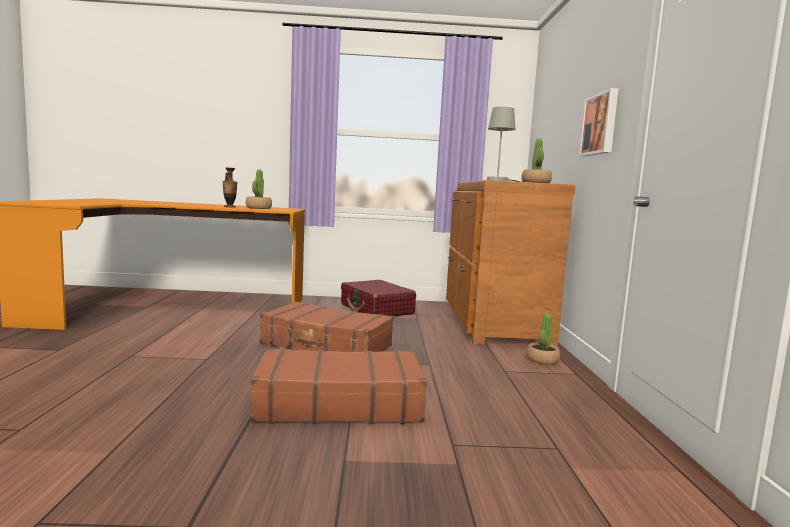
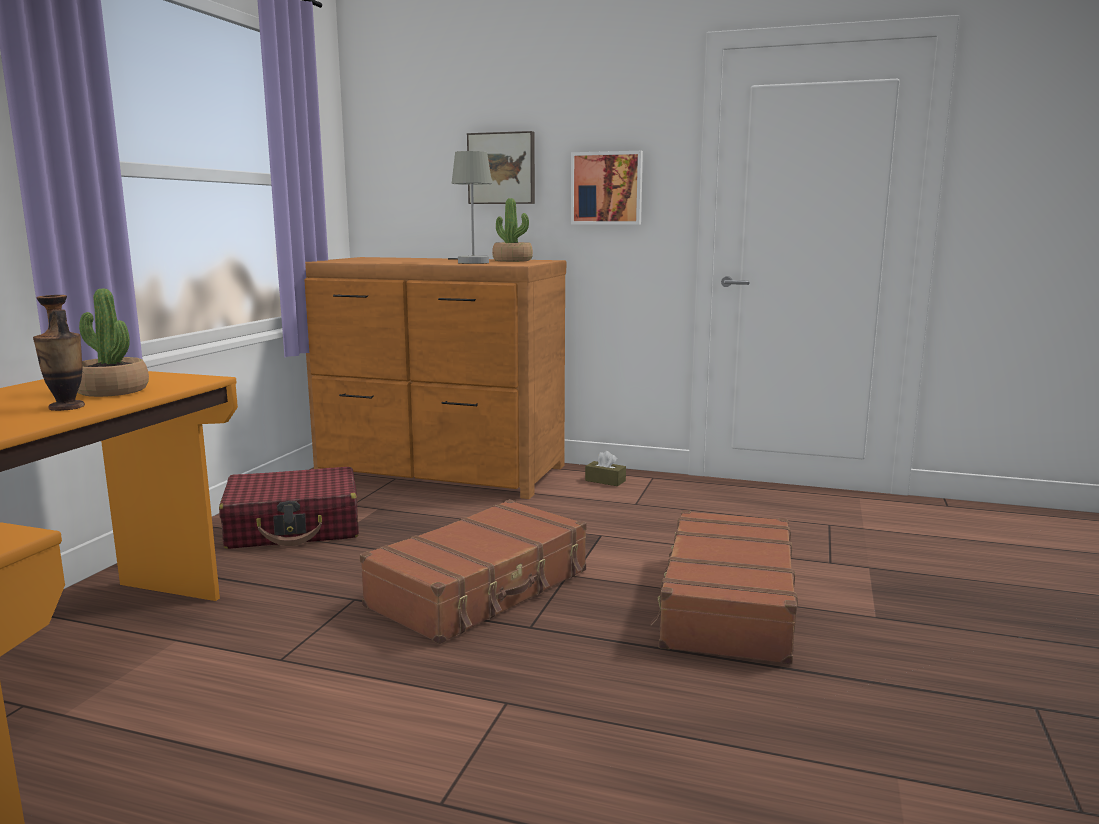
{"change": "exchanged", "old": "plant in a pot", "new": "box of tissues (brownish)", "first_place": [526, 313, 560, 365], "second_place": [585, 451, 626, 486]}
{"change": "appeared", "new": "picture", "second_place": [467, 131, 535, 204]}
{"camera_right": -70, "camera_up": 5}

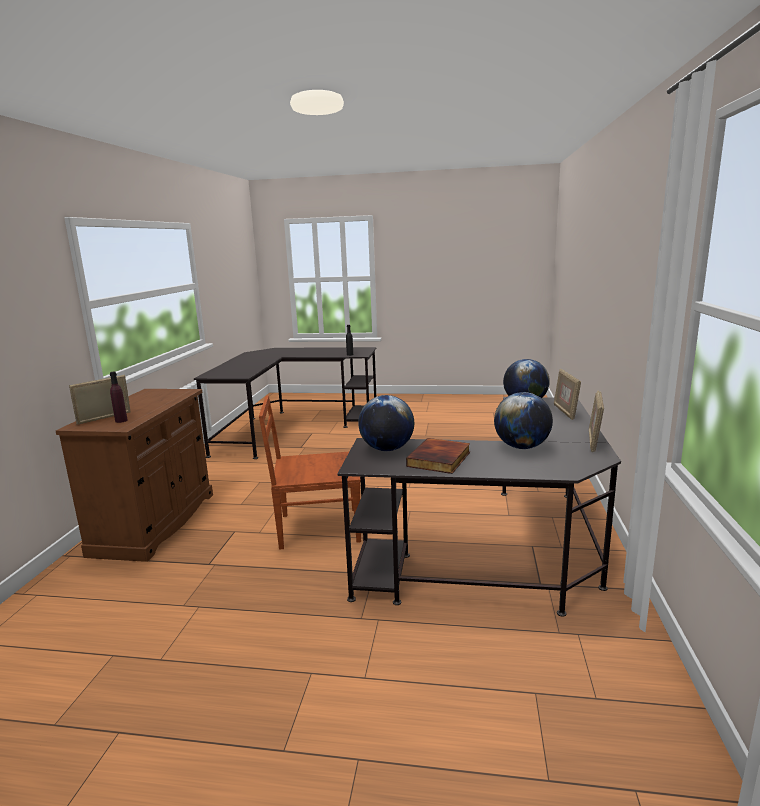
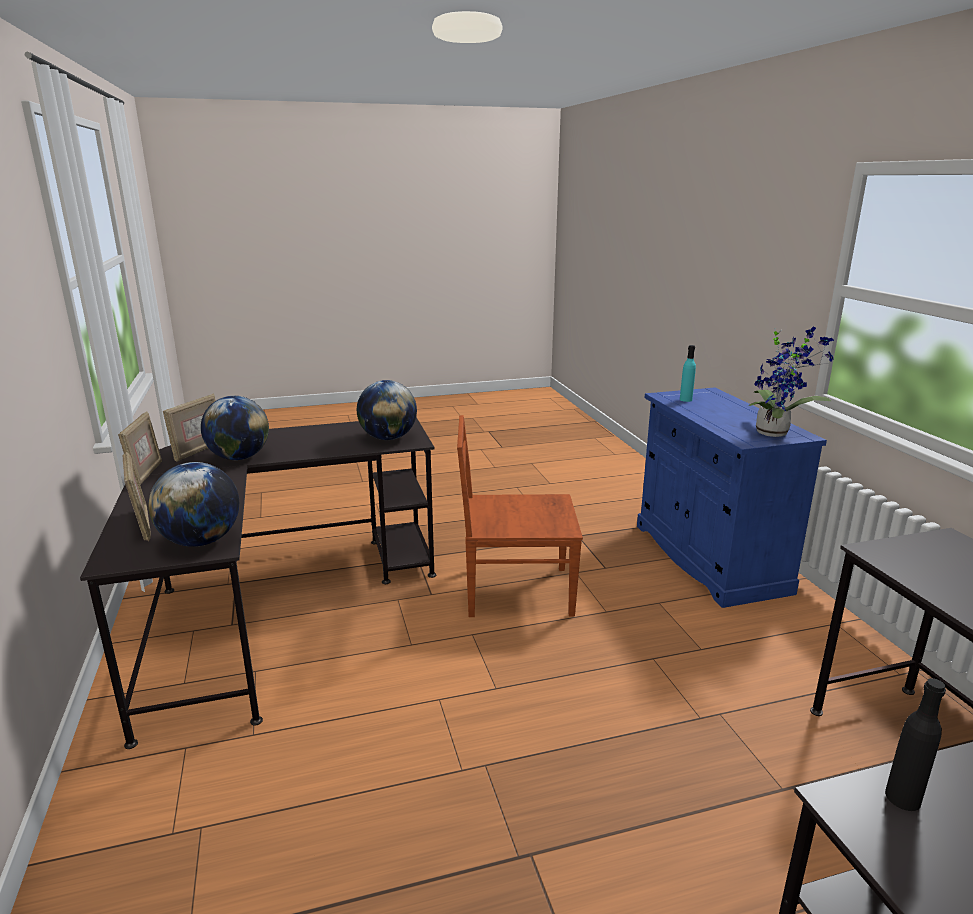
{"change": "colour", "old": "cupboard (brownish)", "new": "cupboard (blue-coloured)", "first_place": [56, 389, 213, 562], "second_place": [637, 387, 827, 608]}
{"change": "relocated", "old": "picture frame", "first_place": [69, 375, 131, 424], "second_place": [163, 393, 216, 462]}
{"change": "colour", "old": "bottle (purple)", "new": "bottle (turquoise-coloured)", "first_place": [110, 372, 127, 423], "second_place": [680, 345, 696, 402]}
{"change": "spun", "old": "chair (brownish)", "first_place": [259, 396, 361, 550], "second_place": [457, 415, 583, 617], "degrees": -150}
{"change": "missing", "old": "bound book", "first_place": [406, 438, 470, 474]}
{"change": "appeared", "new": "plant in a pot", "second_place": [749, 327, 834, 437]}
{"camera_right": 155, "camera_up": 5}

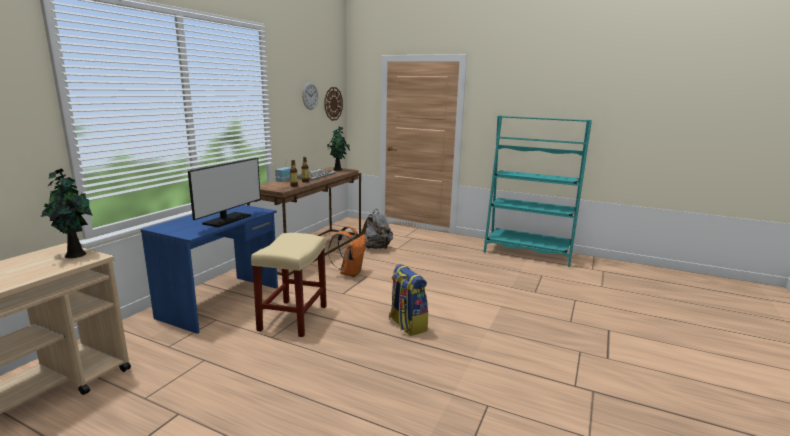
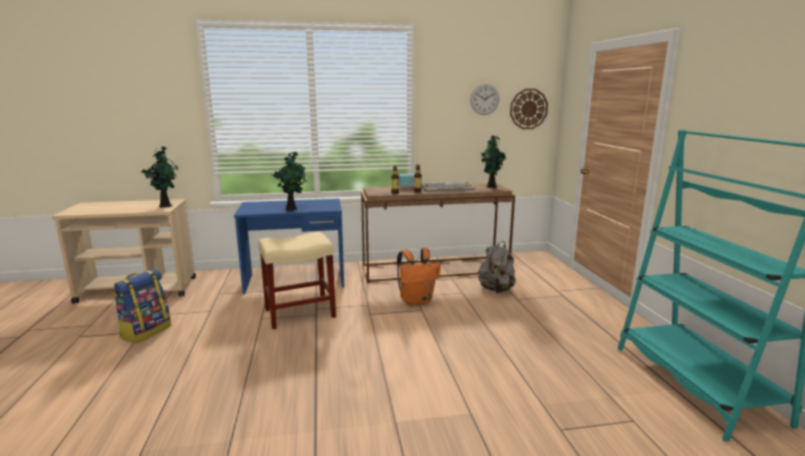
{"change": "exchanged", "old": "computer display", "new": "plant in a pot", "first_place": [188, 158, 261, 227], "second_place": [271, 152, 307, 211]}
{"change": "relocated", "old": "rucksack", "first_place": [389, 264, 428, 336], "second_place": [113, 269, 171, 343]}
{"camera_right": 55, "camera_up": 0}

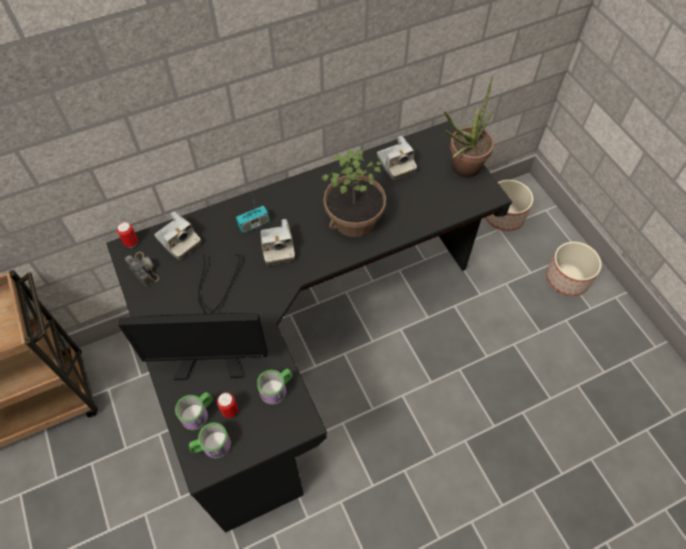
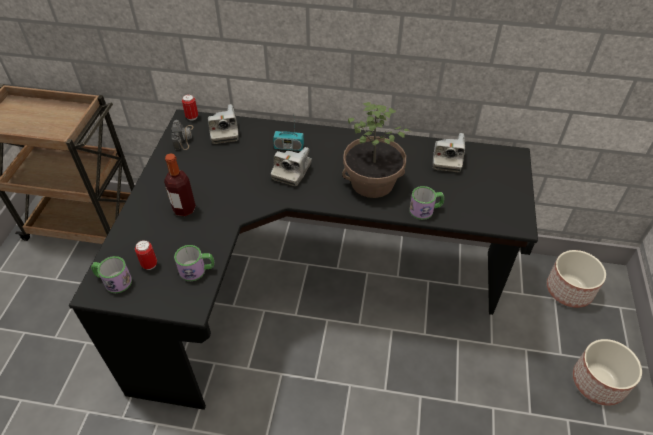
{"change": "exchanged", "old": "computer display", "new": "bottle", "first_place": [118, 254, 267, 380], "second_place": [164, 153, 196, 216]}
{"change": "relocated", "old": "mug", "first_place": [175, 392, 213, 430], "second_place": [409, 186, 444, 220]}
{"change": "missing", "old": "plant in a pot", "first_place": [444, 76, 494, 178]}
{"camera_right": 35, "camera_up": -10}

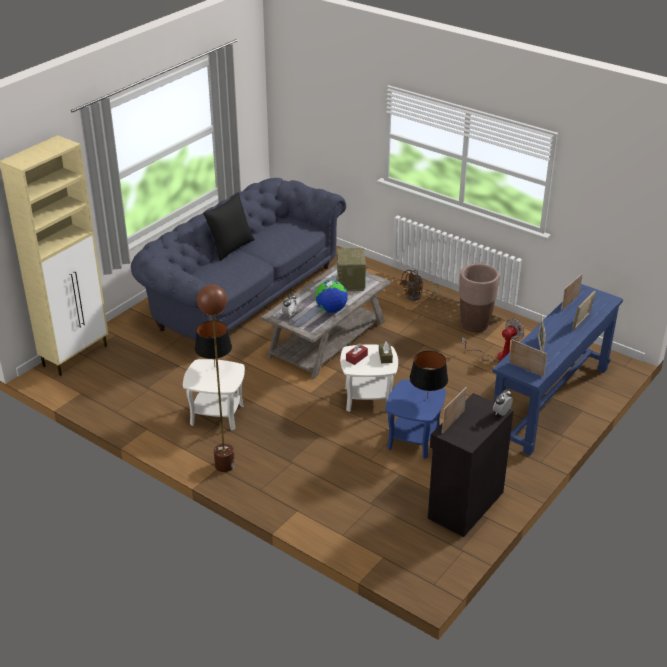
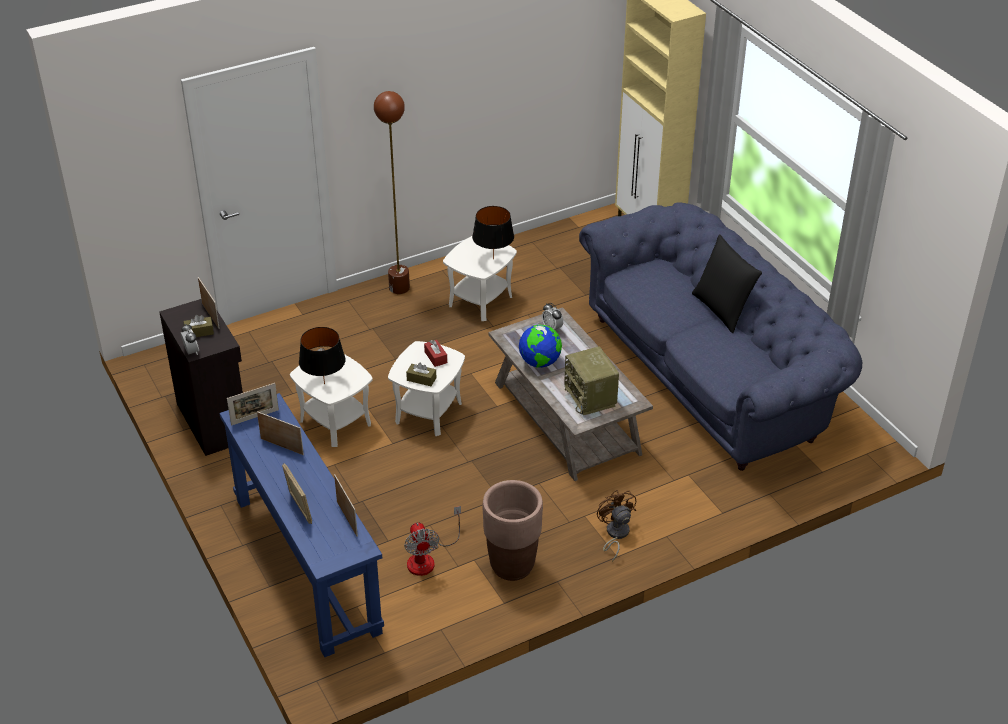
{"change": "spun", "old": "radio receiver", "first_place": [336, 248, 366, 291], "second_place": [564, 346, 619, 416], "degrees": -135}
{"change": "colour", "old": "accent table (blue-coloured)", "new": "accent table (whitish)", "first_place": [385, 379, 446, 459], "second_place": [290, 354, 373, 447]}
{"change": "appeared", "new": "box of tissues (brownish)", "second_place": [183, 315, 214, 337]}
{"camera_right": 115, "camera_up": 5}

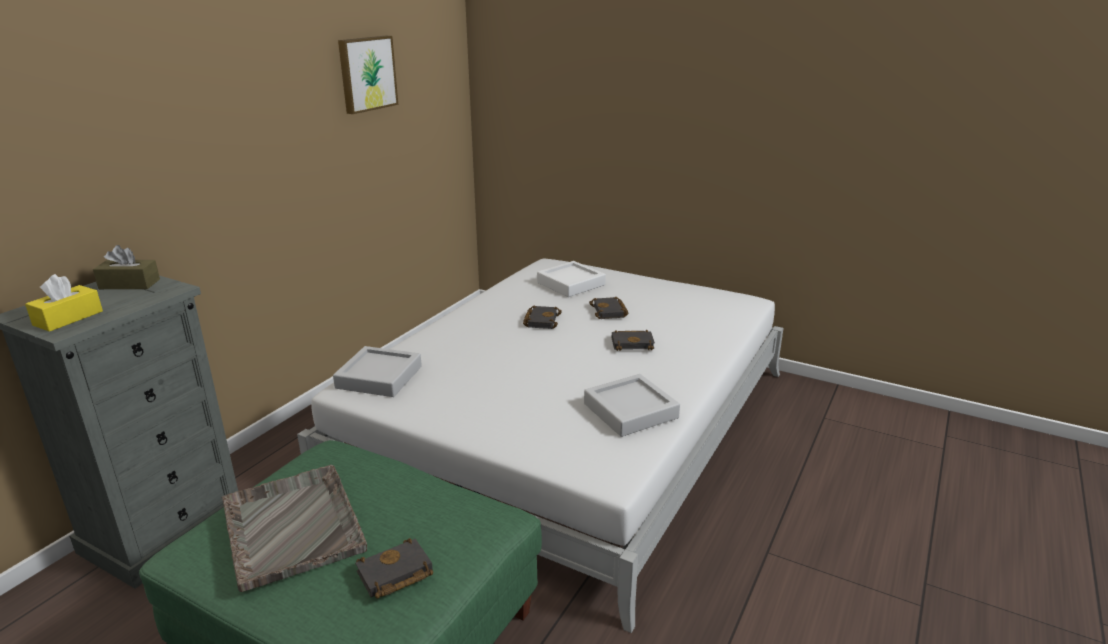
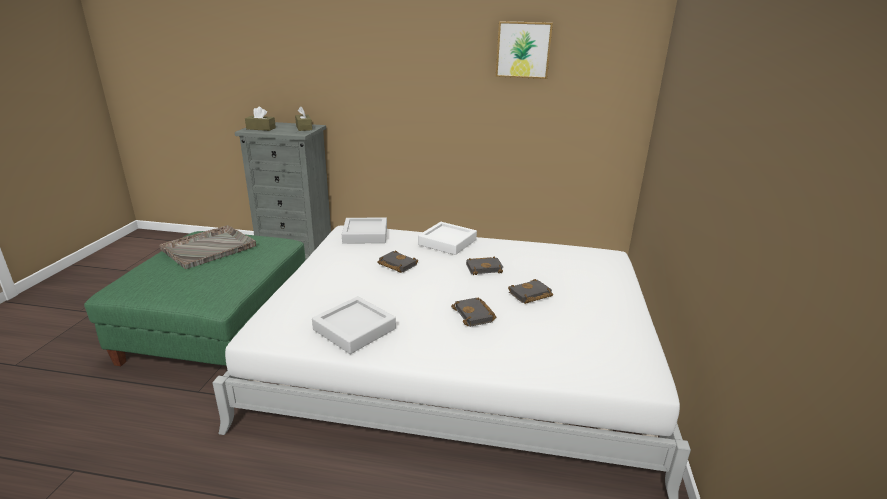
{"change": "colour", "old": "box of tissues (yellow)", "new": "box of tissues (brownish)", "first_place": [25, 274, 103, 332], "second_place": [245, 107, 276, 131]}
{"change": "relocated", "old": "bound book (black)", "first_place": [355, 538, 433, 599], "second_place": [377, 251, 418, 273]}
{"change": "relocated", "old": "serving tray (whitish)", "first_place": [537, 261, 606, 297], "second_place": [418, 222, 477, 255]}
{"camera_right": 70, "camera_up": 0}

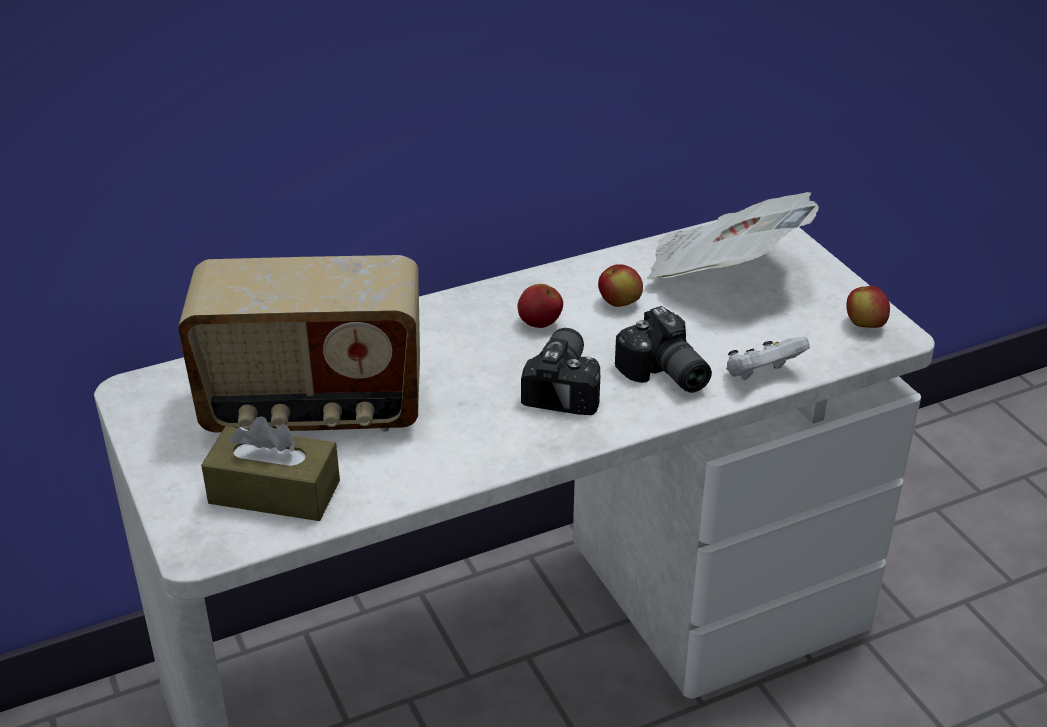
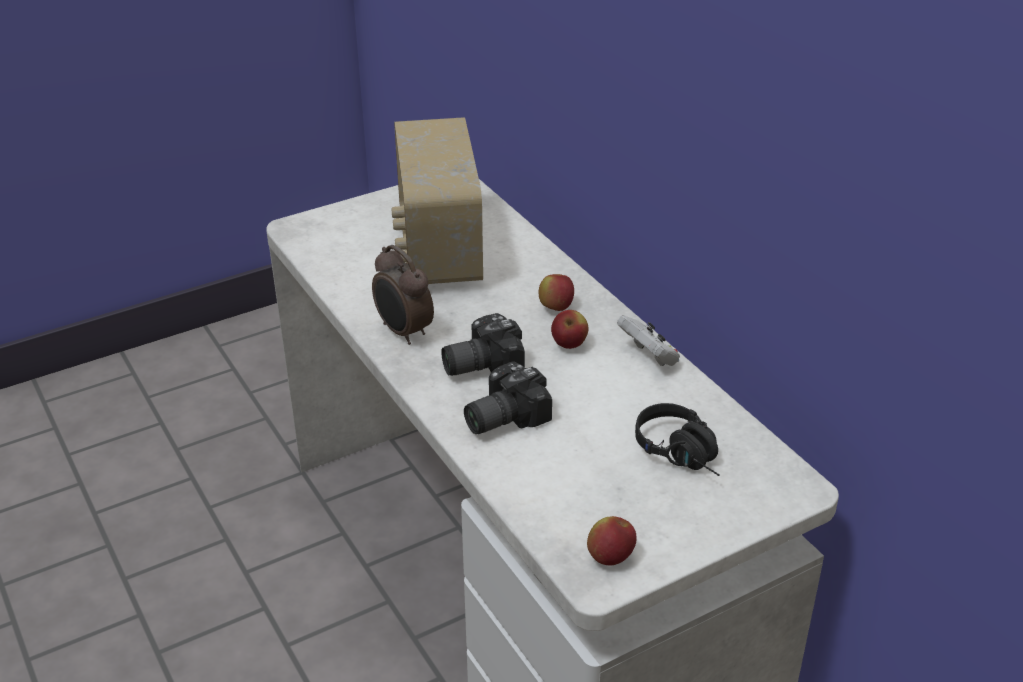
{"change": "missing", "old": "box of tissues (brownish)", "first_place": [201, 416, 340, 521]}
{"change": "spun", "old": "photo camera", "first_place": [521, 328, 600, 415], "second_place": [441, 313, 525, 376], "degrees": 150}
{"change": "relocated", "old": "apple fruit", "first_place": [598, 264, 643, 307], "second_place": [539, 274, 574, 311]}
{"change": "exchanged", "old": "newspaper", "new": "headphones (black)", "first_place": [648, 192, 819, 279], "second_place": [635, 403, 720, 476]}
{"change": "relocated", "old": "joypad (whitish)", "first_place": [726, 337, 810, 380], "second_place": [617, 315, 680, 366]}
{"change": "appeared", "new": "alarm clock", "second_place": [372, 245, 434, 345]}
{"camera_right": 85, "camera_up": 0}

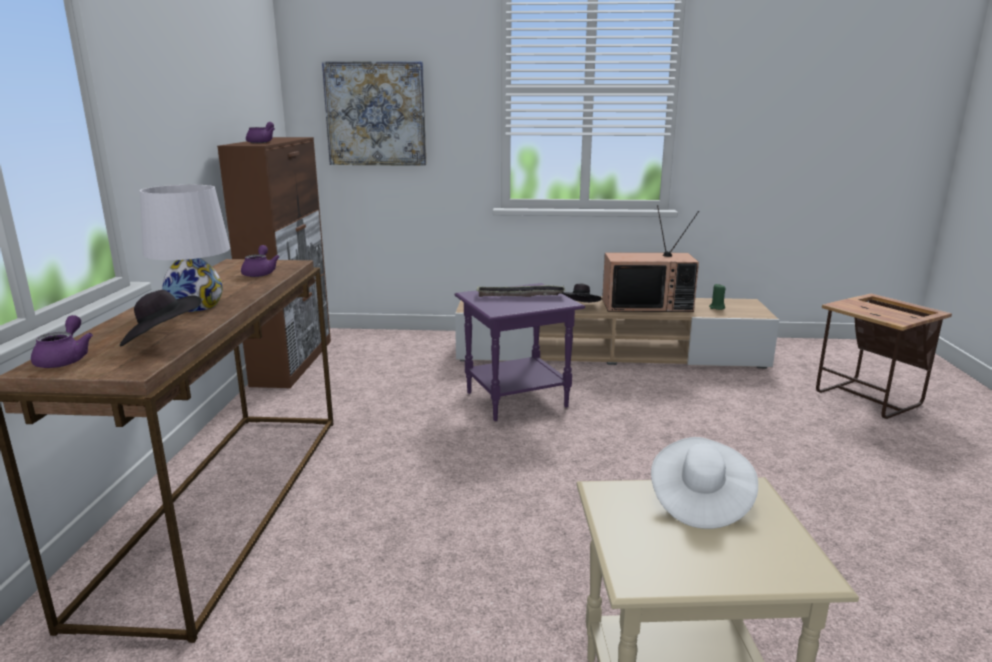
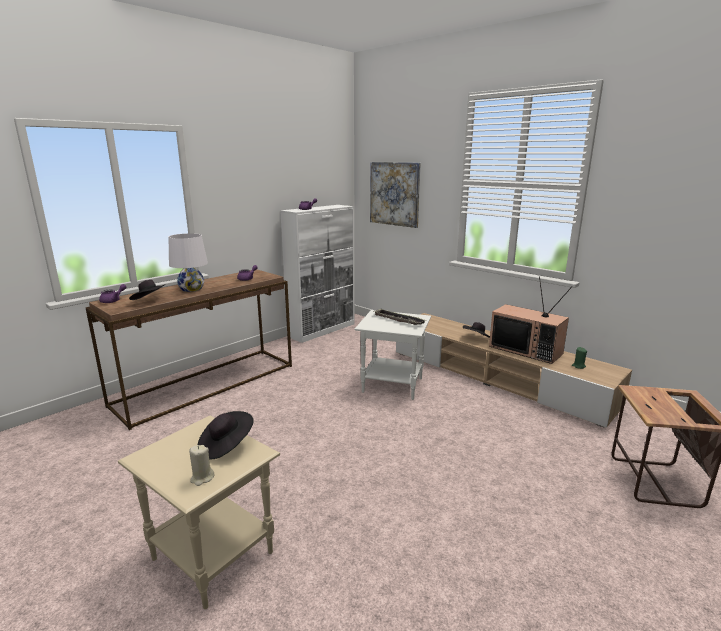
{"change": "colour", "old": "cupboard (brownish)", "new": "cupboard (whitish)", "first_place": [217, 137, 331, 388], "second_place": [280, 205, 354, 343]}
{"change": "colour", "old": "accent table (purple)", "new": "accent table (whitish)", "first_place": [455, 283, 585, 421], "second_place": [354, 310, 431, 400]}
{"change": "colour", "old": "wearable hat (whitish)", "new": "wearable hat (black)", "first_place": [651, 437, 758, 529], "second_place": [198, 411, 254, 460]}
{"change": "appeared", "new": "wax light (beige)", "second_place": [189, 445, 215, 486]}
{"camera_right": 40, "camera_up": 0}

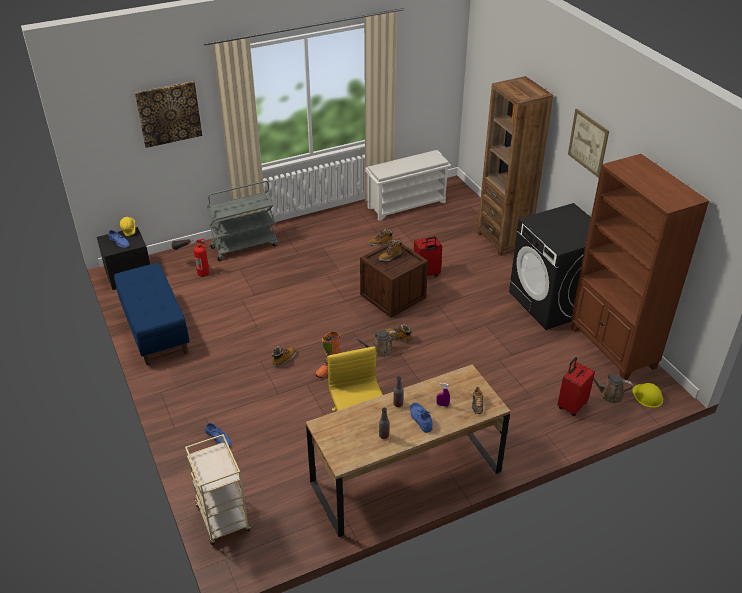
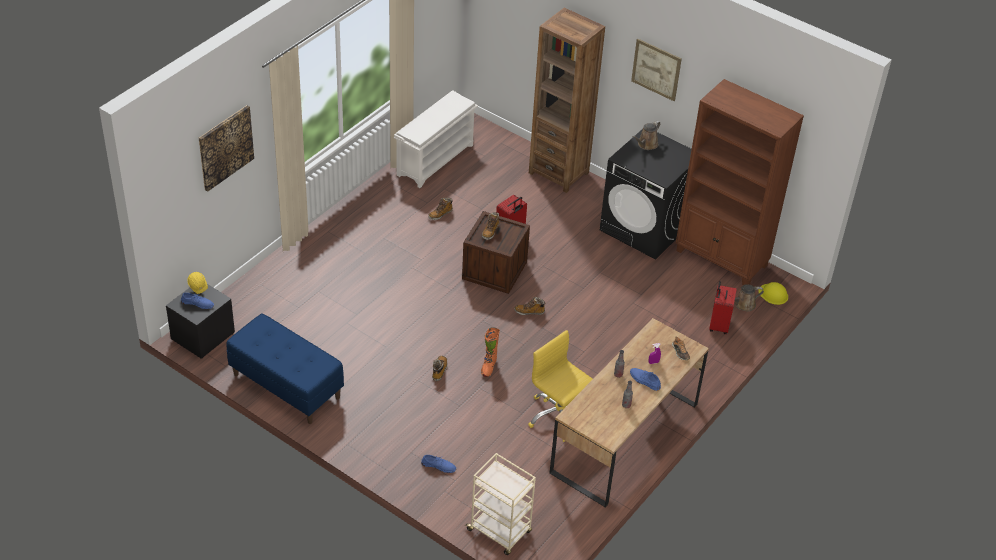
{"change": "missing", "old": "fire extinguisher", "first_place": [171, 239, 209, 277]}
{"change": "missing", "old": "wheeled cart (greyish)", "first_place": [207, 180, 278, 261]}
{"change": "relocated", "old": "sprinkling can (brownish)", "first_place": [354, 330, 397, 357], "second_place": [632, 121, 660, 150]}
{"camera_right": -30, "camera_up": 5}

